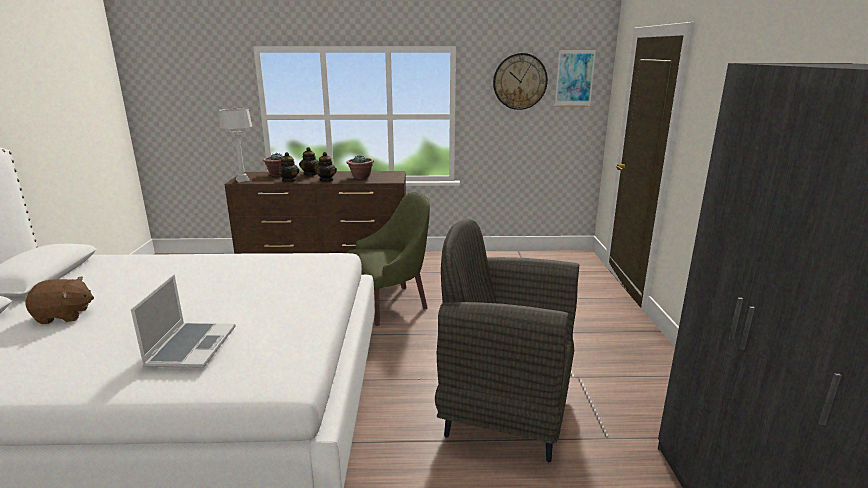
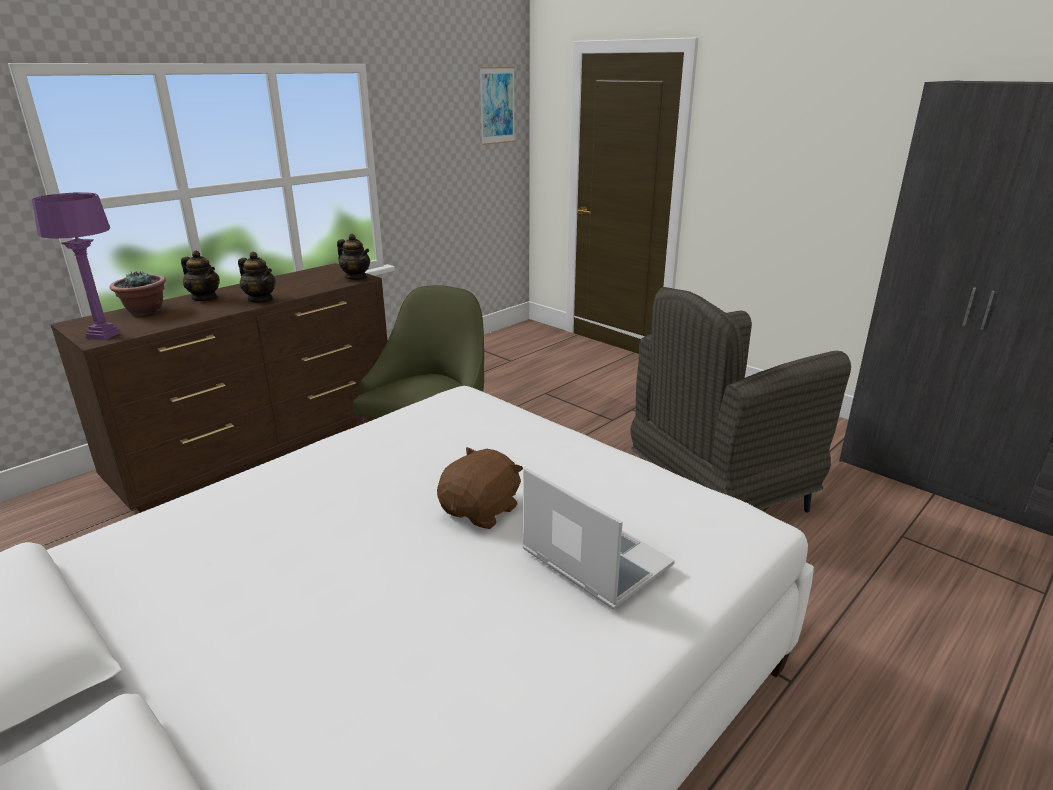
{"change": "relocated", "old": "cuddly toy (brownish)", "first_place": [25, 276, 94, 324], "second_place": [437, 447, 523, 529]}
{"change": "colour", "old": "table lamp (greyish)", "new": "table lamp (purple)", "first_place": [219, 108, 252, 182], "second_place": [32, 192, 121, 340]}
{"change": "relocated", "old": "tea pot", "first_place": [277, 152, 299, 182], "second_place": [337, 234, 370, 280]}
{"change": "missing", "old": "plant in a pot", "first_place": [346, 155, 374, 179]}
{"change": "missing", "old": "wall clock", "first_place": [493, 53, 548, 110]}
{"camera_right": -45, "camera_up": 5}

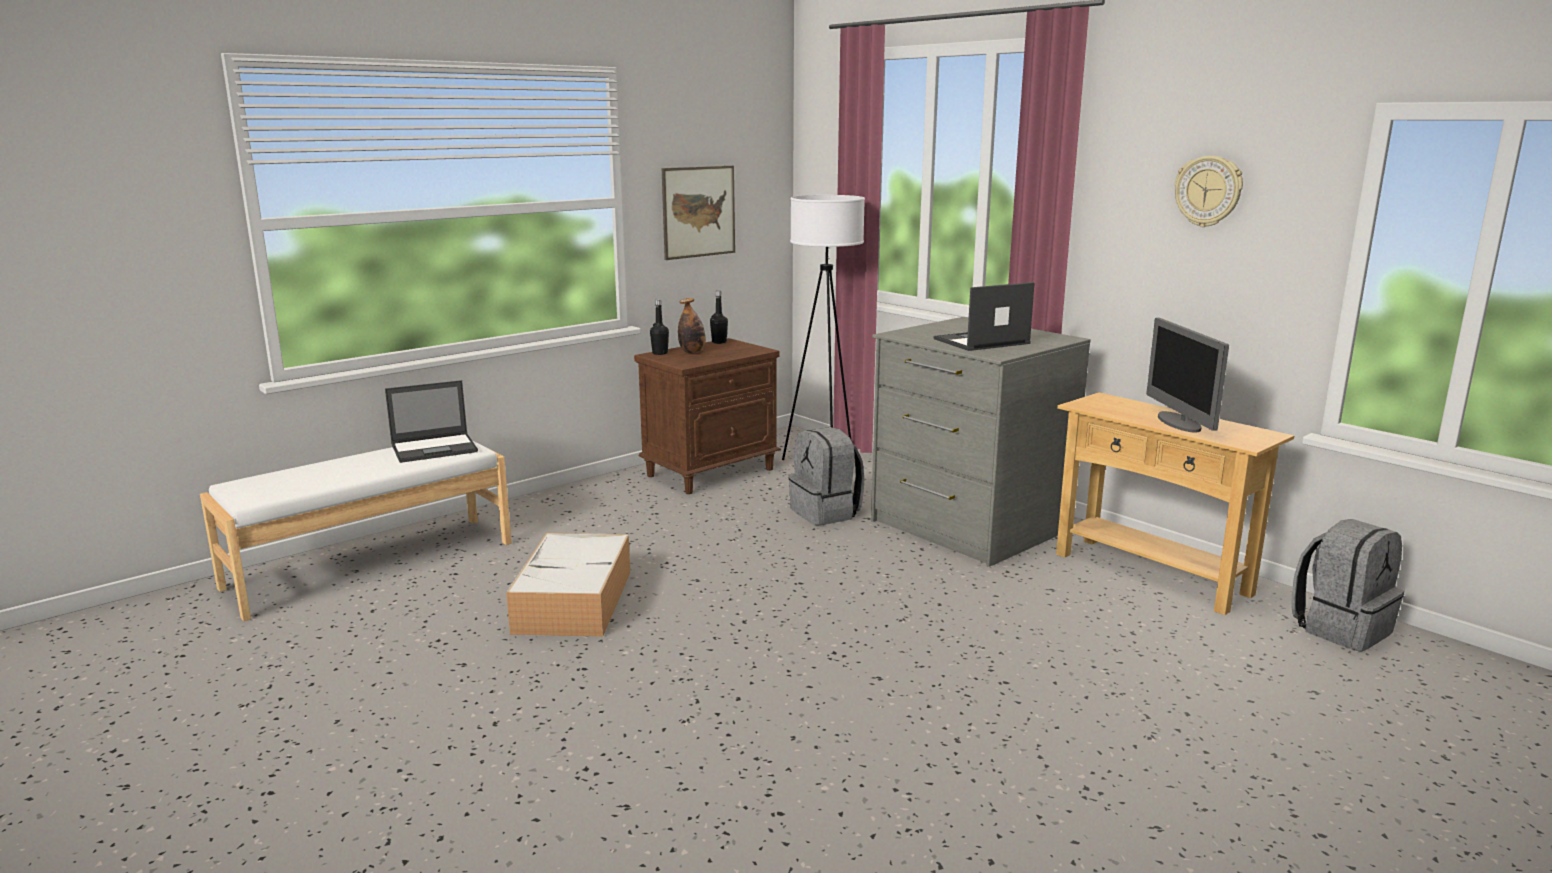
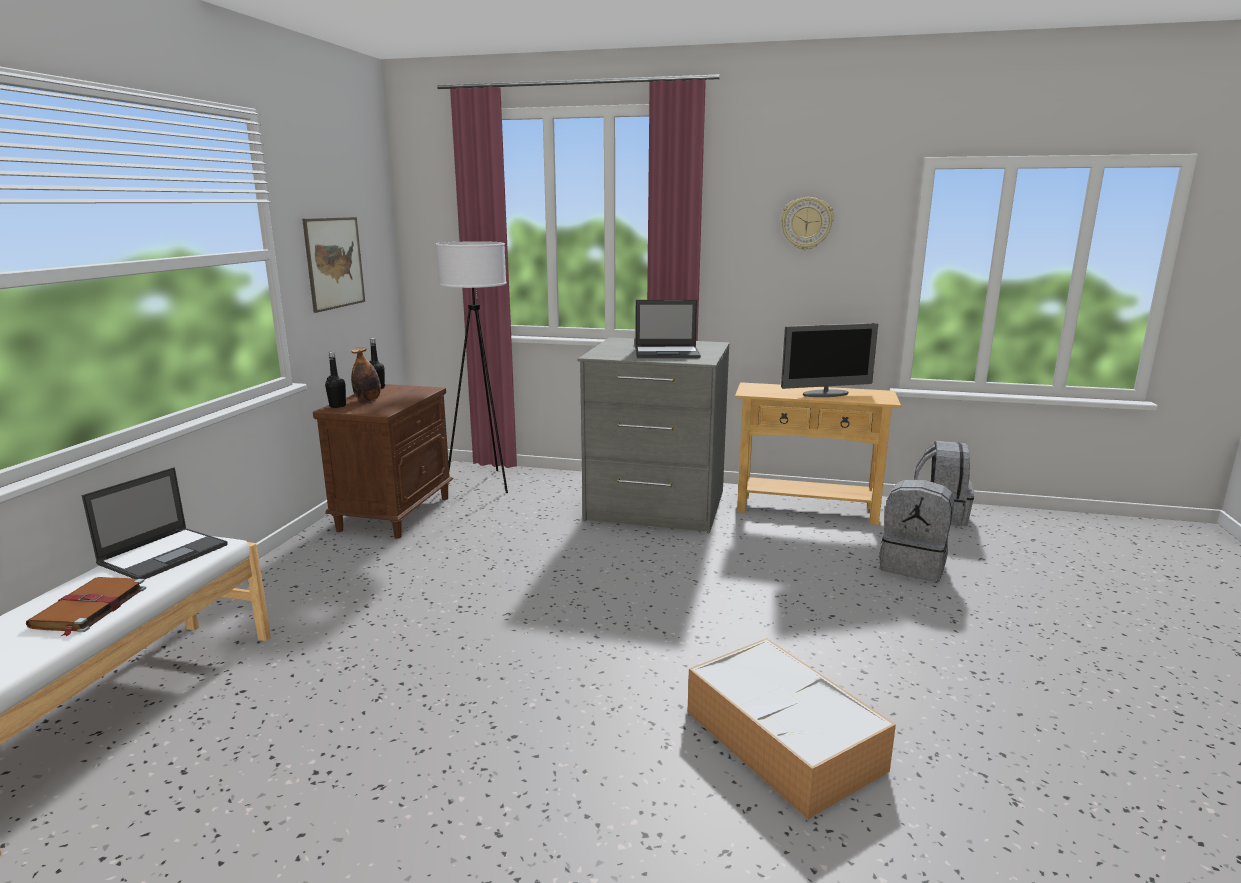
{"change": "relocated", "old": "storage container", "first_place": [506, 533, 630, 637], "second_place": [687, 638, 896, 819]}
{"change": "relocated", "old": "rucksack (greyish)", "first_place": [789, 427, 865, 526], "second_place": [879, 480, 954, 582]}
{"change": "spun", "old": "laptop", "first_place": [934, 282, 1035, 351], "second_place": [635, 300, 701, 358], "degrees": -120}
{"change": "spun", "old": "computer display", "first_place": [1146, 318, 1229, 432], "second_place": [781, 323, 878, 397], "degrees": -60}
{"change": "appeared", "new": "bound book (brownish)", "second_place": [26, 577, 146, 637]}
{"camera_right": -35, "camera_up": 0}

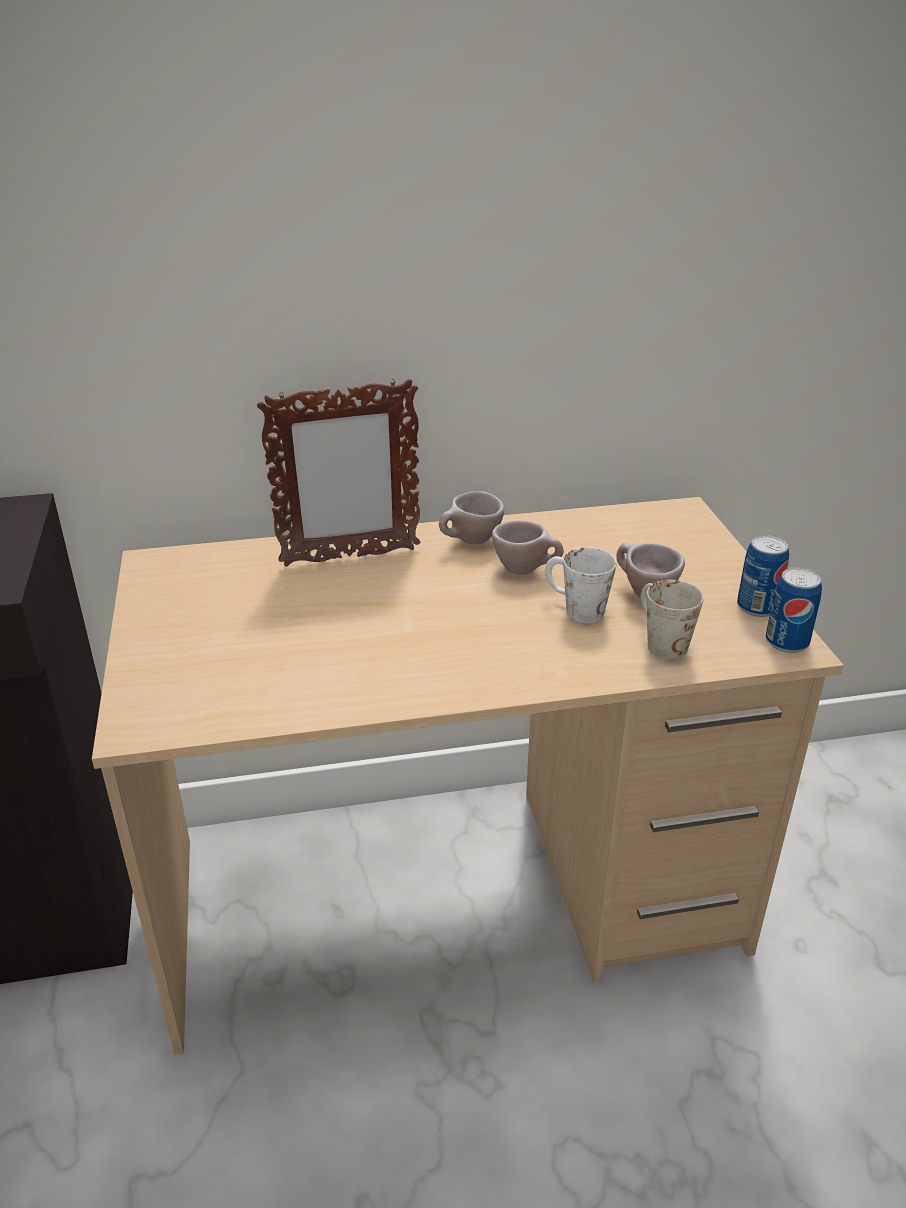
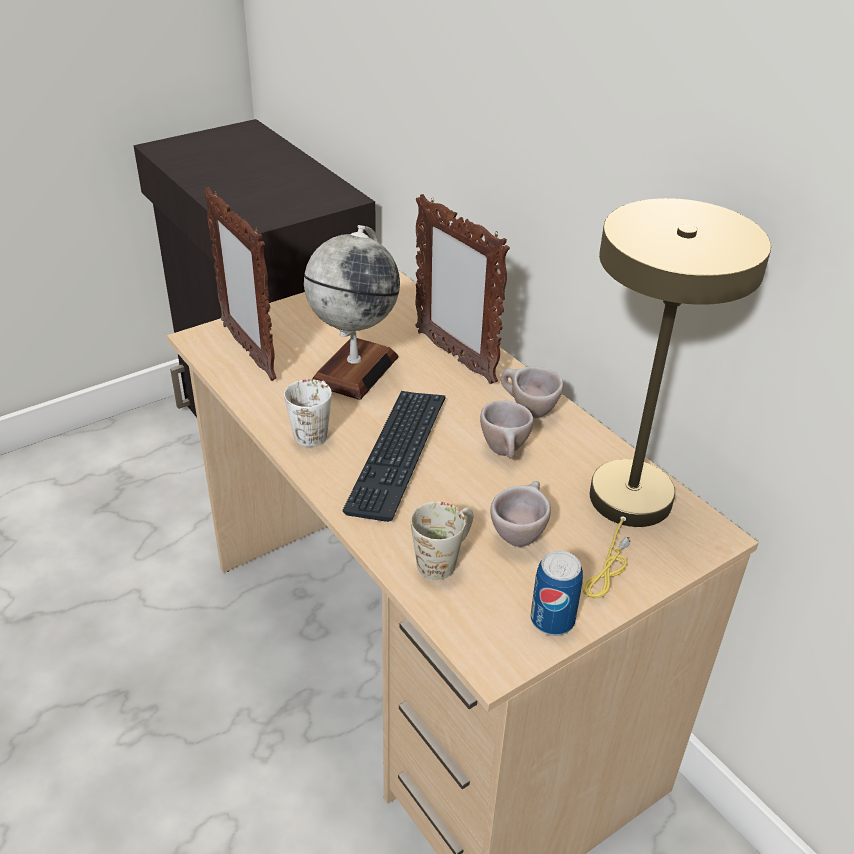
{"change": "relocated", "old": "mug (whitish)", "first_place": [545, 547, 617, 623], "second_place": [284, 379, 332, 447]}
{"change": "missing", "old": "metal can", "first_place": [766, 567, 822, 653]}
{"change": "appeared", "new": "picture frame", "second_place": [204, 187, 277, 381]}
{"change": "appeared", "new": "desk globe", "second_place": [304, 225, 400, 400]}
{"change": "appeared", "new": "keyboard", "second_place": [342, 391, 445, 522]}
{"change": "appeared", "new": "table lamp (beige)", "second_place": [582, 198, 771, 598]}
{"camera_right": 65, "camera_up": 5}

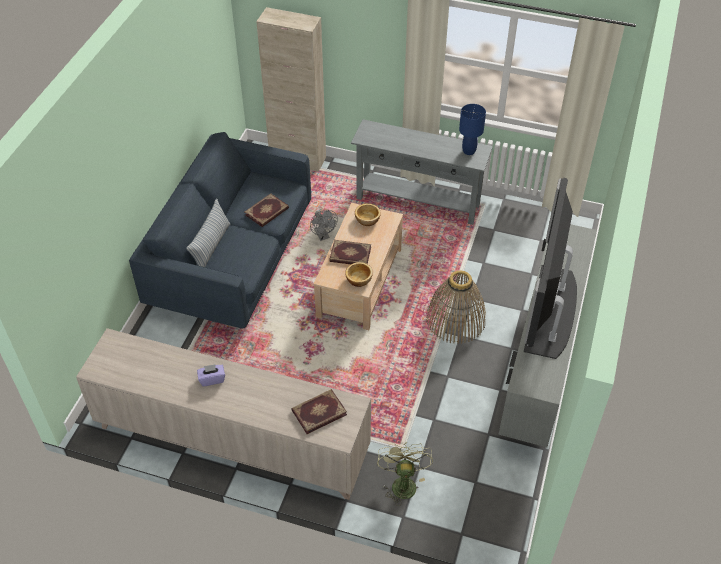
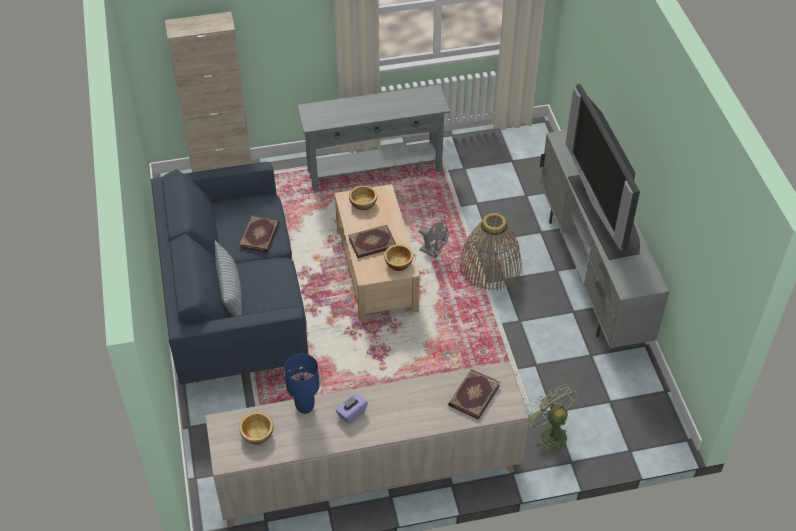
{"change": "relocated", "old": "electric fan (greyish)", "first_place": [310, 210, 338, 241], "second_place": [419, 221, 449, 258]}
{"change": "relocated", "old": "table lamp (blue-coloured)", "first_place": [459, 104, 486, 155], "second_place": [284, 354, 320, 414]}
{"change": "appeared", "new": "bowl", "second_place": [239, 412, 273, 445]}
{"camera_right": -30, "camera_up": 0}

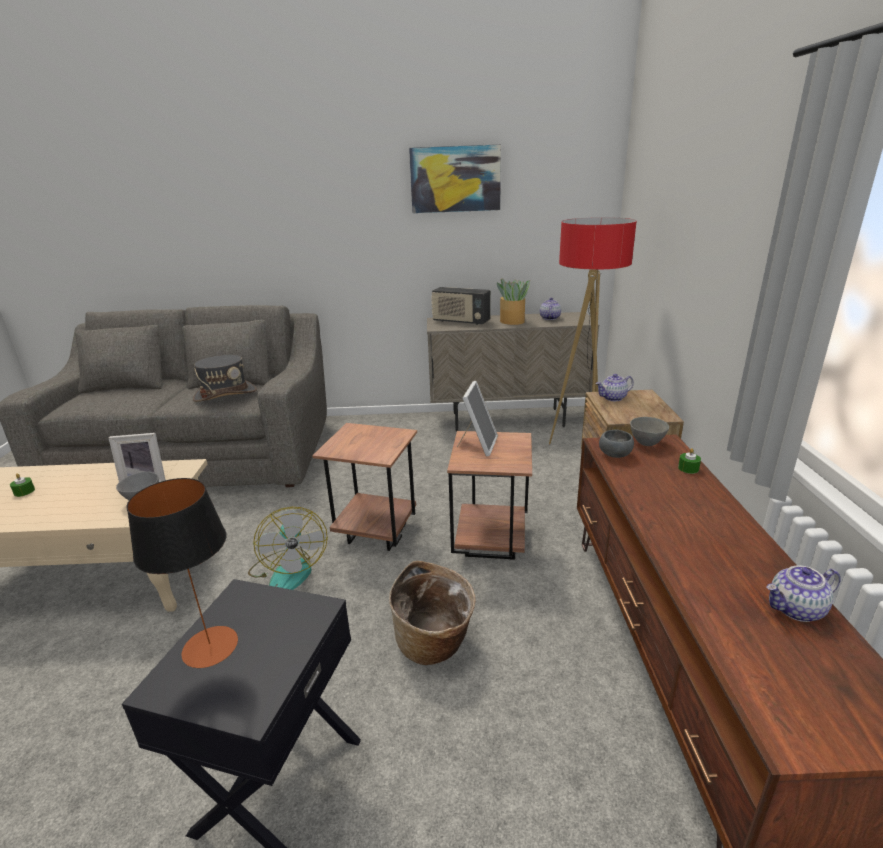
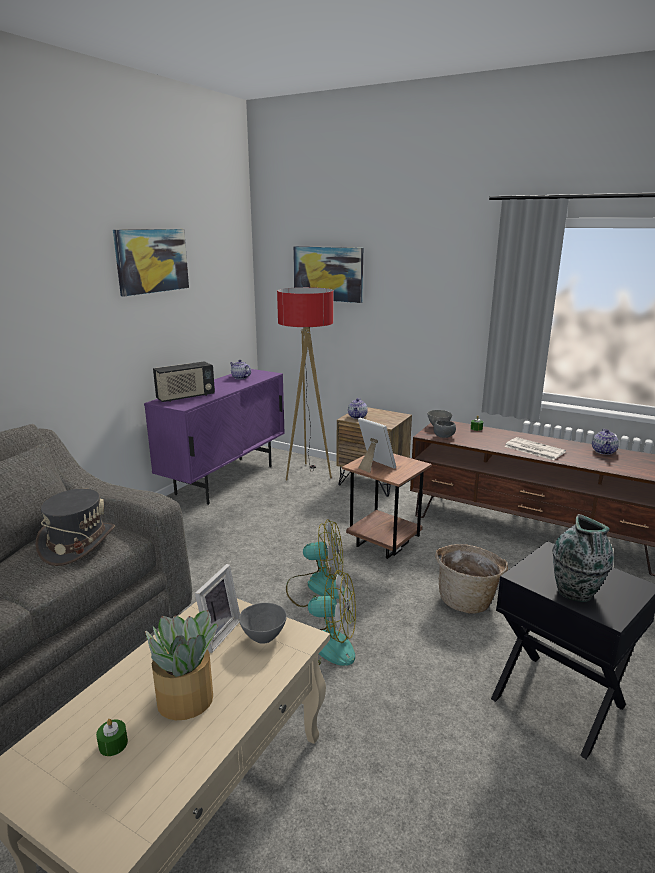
{"change": "exchanged", "old": "table lamp", "new": "flower vase", "first_place": [126, 478, 238, 668], "second_place": [552, 514, 614, 602]}
{"change": "exchanged", "old": "accent table (brownish)", "new": "electric fan", "first_place": [312, 423, 417, 551], "second_place": [286, 519, 345, 607]}
{"change": "colour", "old": "cupboard (beige)", "new": "cupboard (purple)", "first_place": [427, 312, 599, 432], "second_place": [144, 369, 285, 505]}
{"change": "relocated", "old": "plant in a pot", "first_place": [497, 278, 530, 325], "second_place": [145, 610, 218, 720]}
{"change": "appeared", "new": "picture", "second_place": [293, 246, 363, 303]}
{"change": "appeared", "new": "newspaper", "second_place": [504, 437, 566, 460]}
{"camera_right": -60, "camera_up": -5}

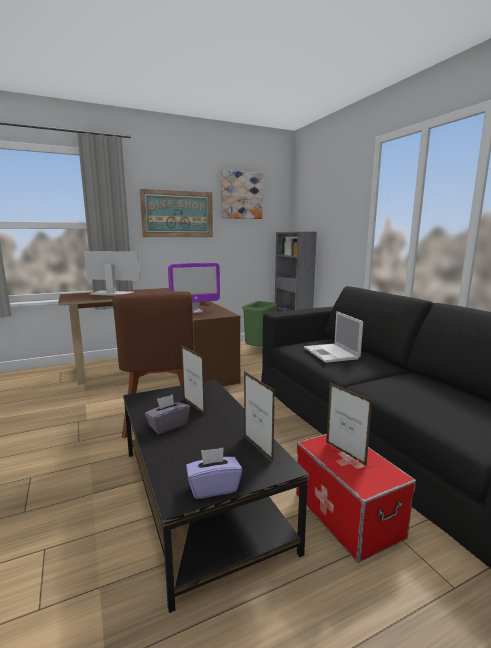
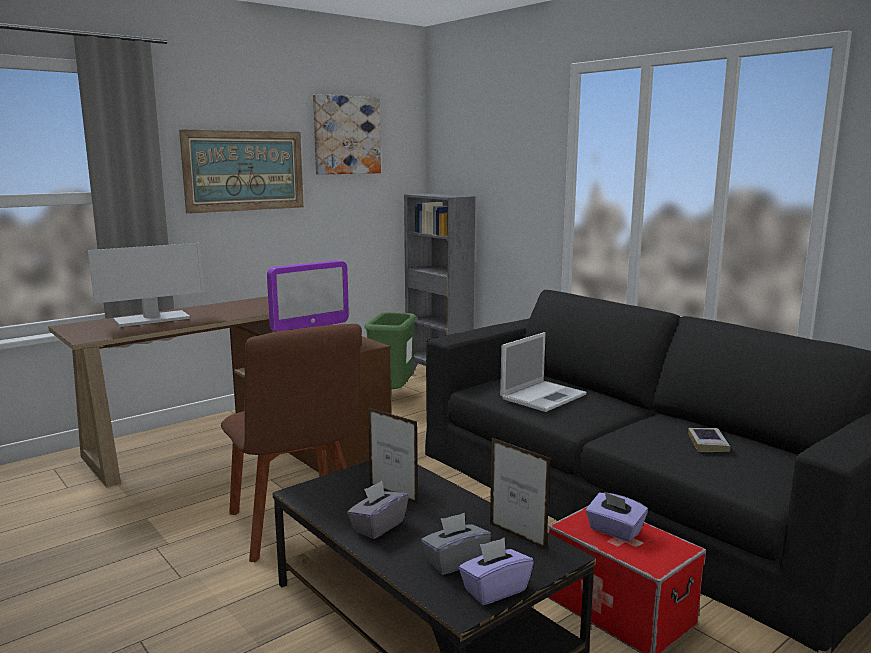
{"change": "spun", "old": "computer display", "first_place": [83, 251, 141, 296], "second_place": [88, 243, 205, 327], "degrees": 150}
{"change": "spun", "old": "laptop", "first_place": [304, 311, 363, 363], "second_place": [500, 332, 587, 412], "degrees": -105}
{"change": "exchanged", "old": "picture frame", "new": "box of tissues (purple)", "first_place": [326, 383, 373, 466], "second_place": [586, 492, 648, 542]}
{"change": "appeared", "new": "box of tissues (greyish)", "second_place": [421, 513, 491, 575]}
{"change": "appeared", "new": "bound book", "second_place": [688, 428, 730, 452]}
{"camera_right": -15, "camera_up": 0}

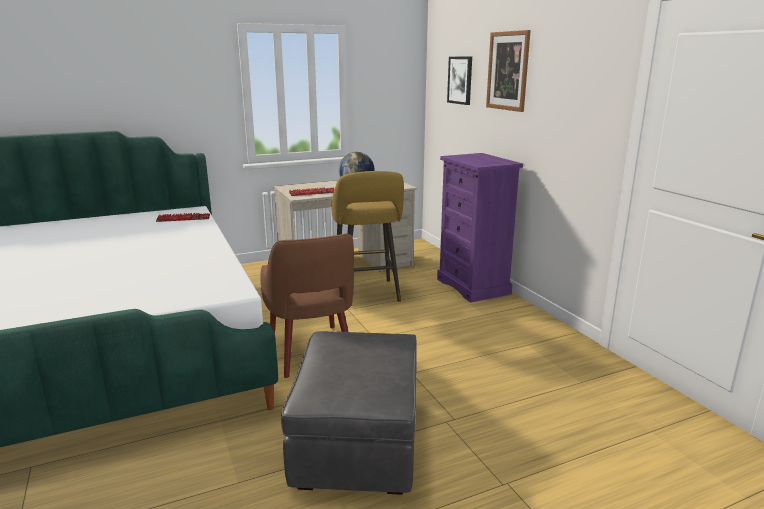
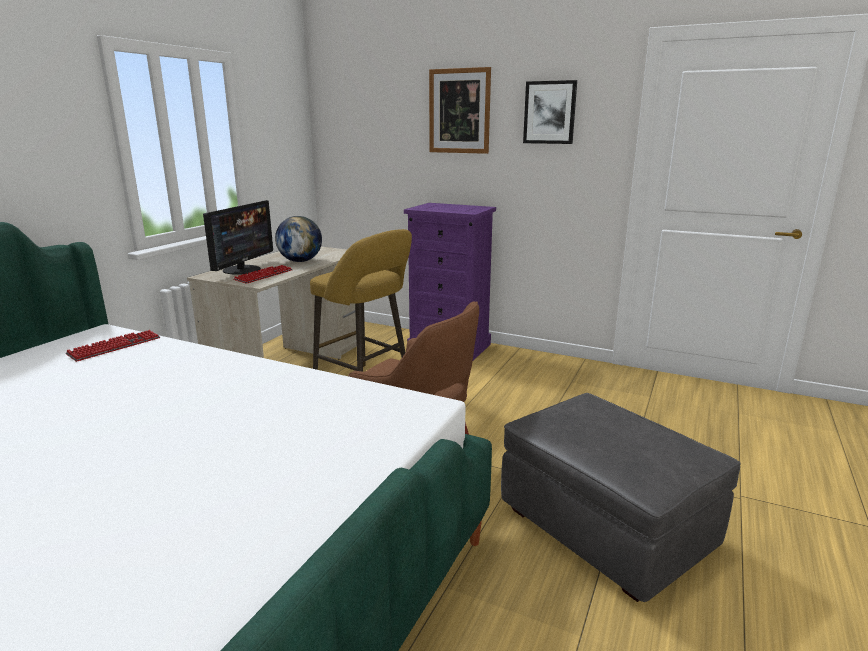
{"change": "relocated", "old": "picture", "first_place": [447, 57, 472, 105], "second_place": [523, 80, 577, 144]}
{"change": "appeared", "new": "computer display", "second_place": [203, 200, 273, 275]}
{"camera_right": -40, "camera_up": 0}

